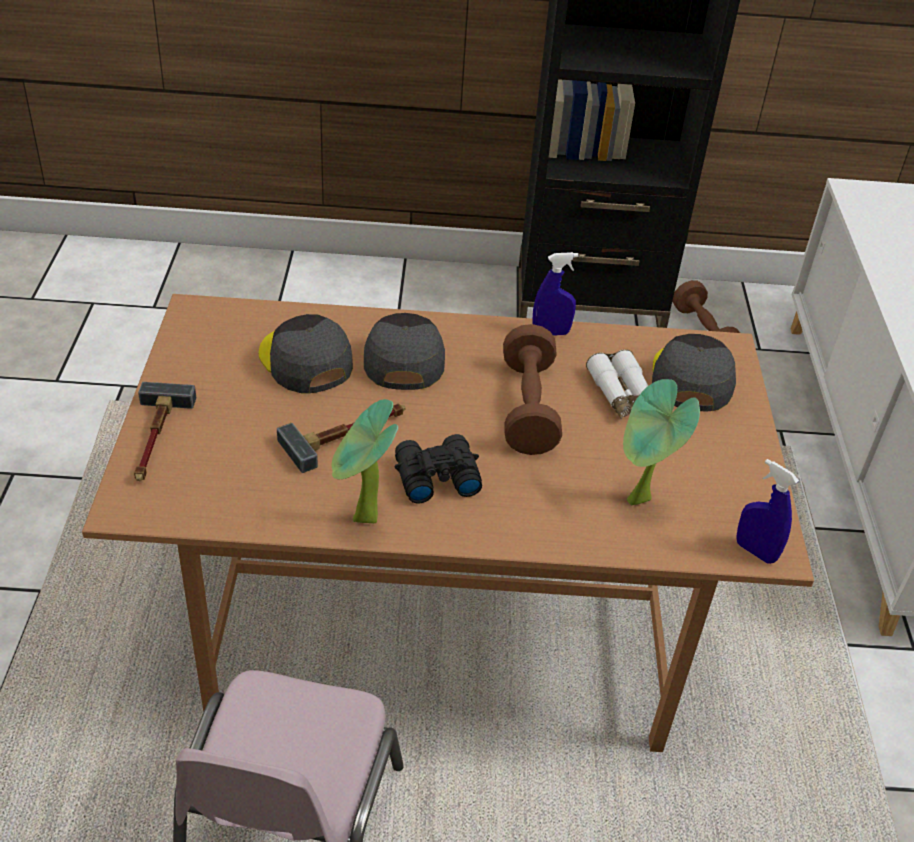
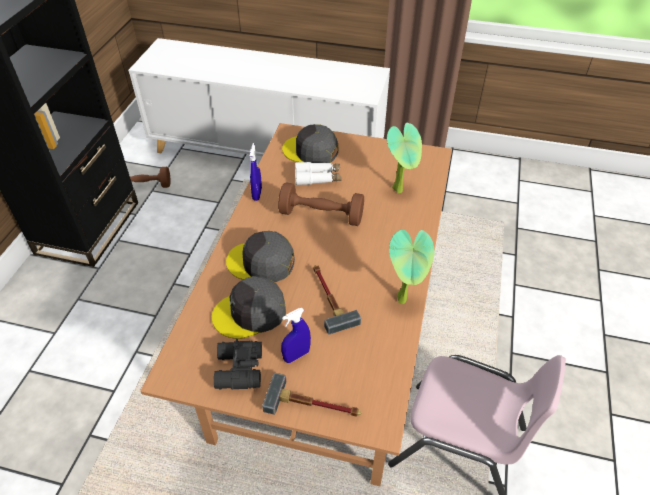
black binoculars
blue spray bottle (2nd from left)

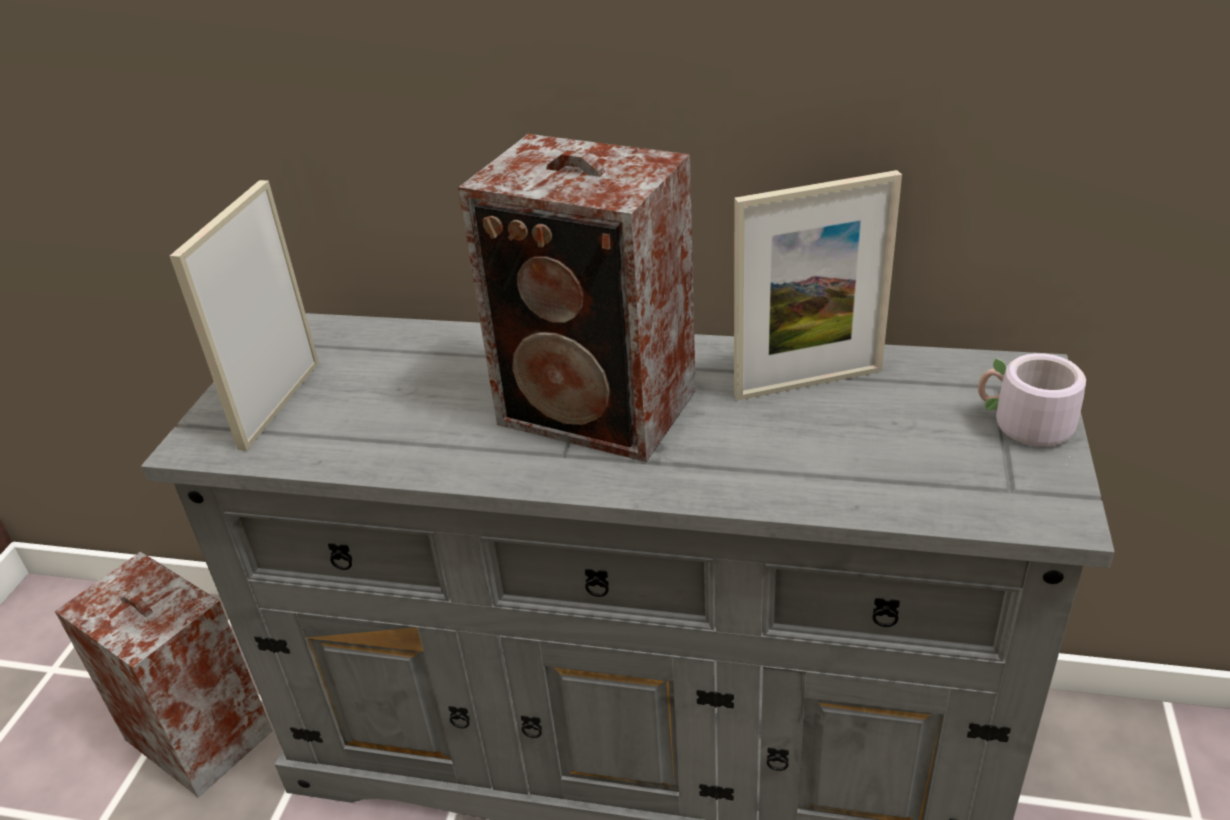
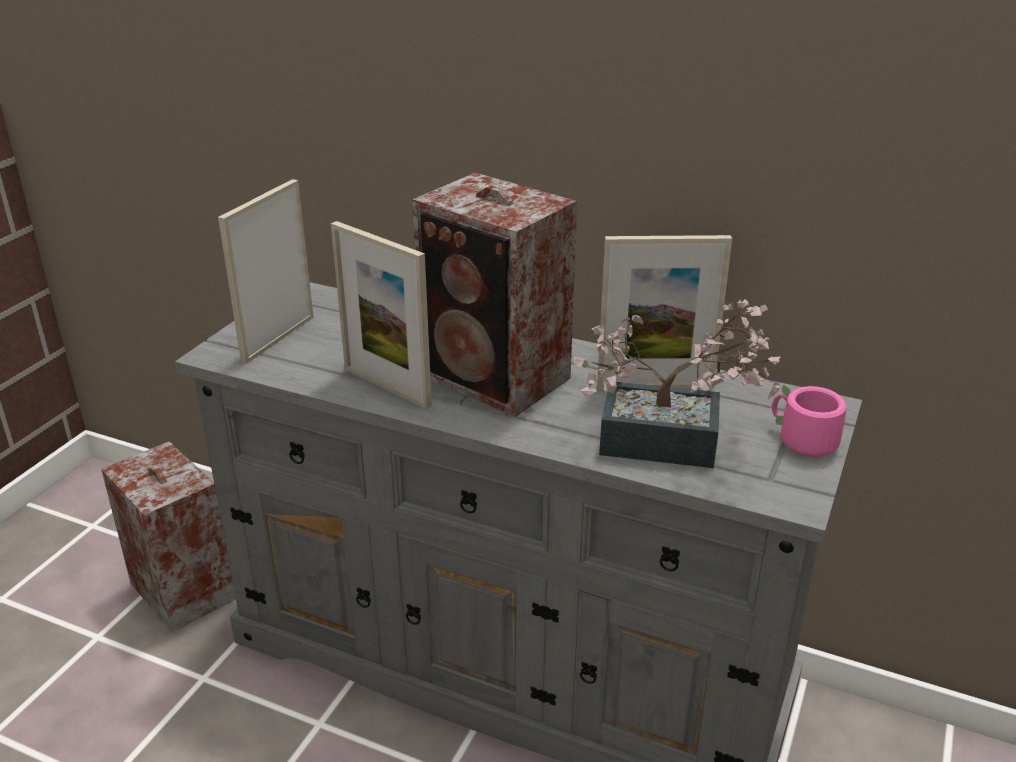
picture frame (2nd from left)
potted plant
pink mug

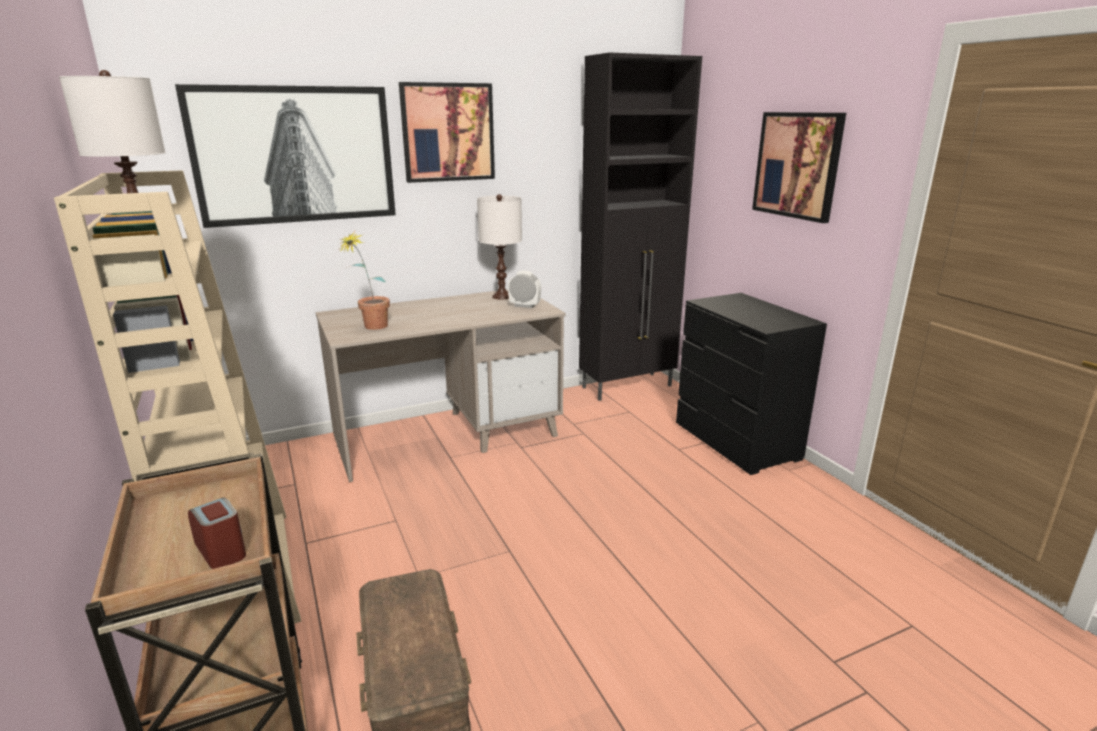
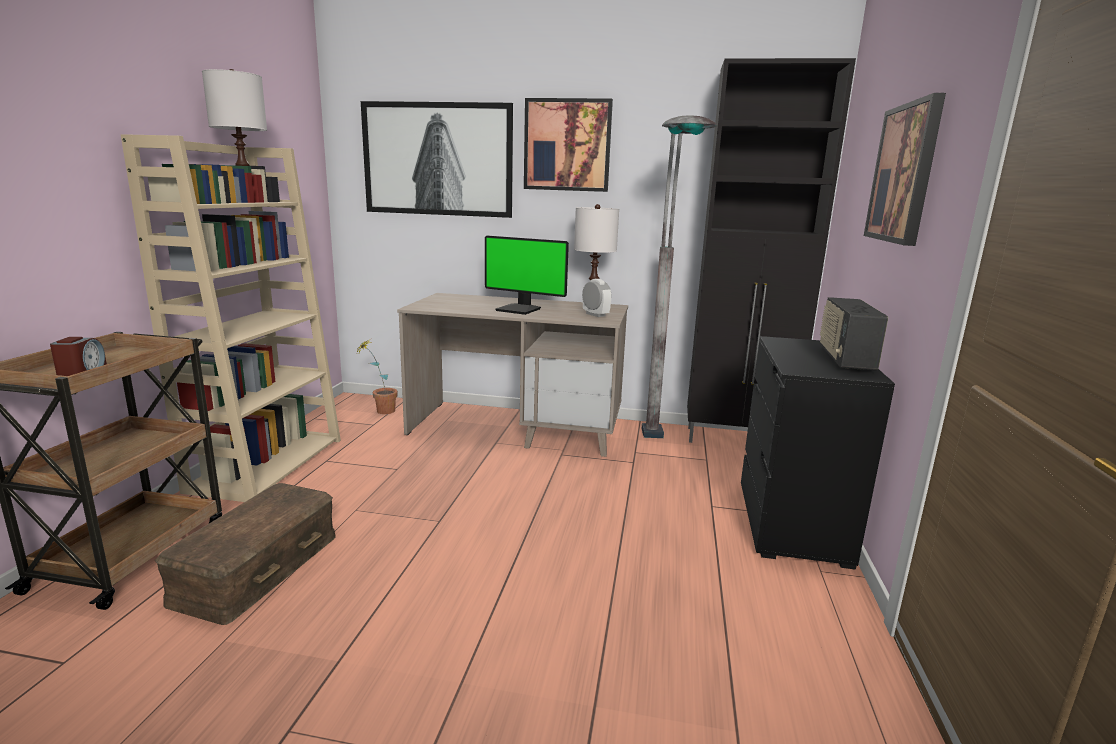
potted plant
monitor
grey floor lamp
radio

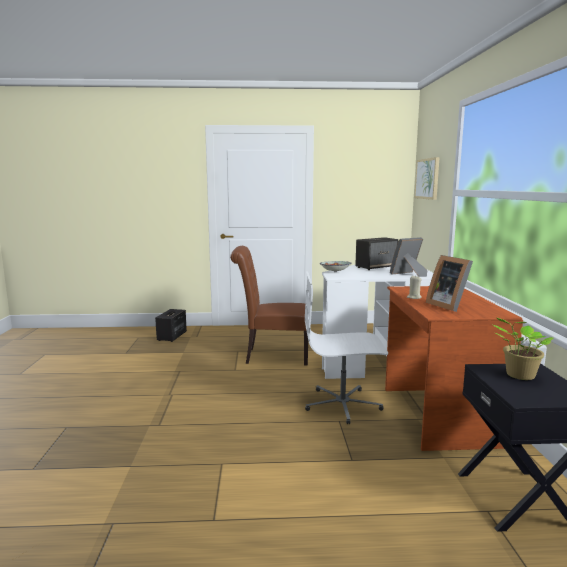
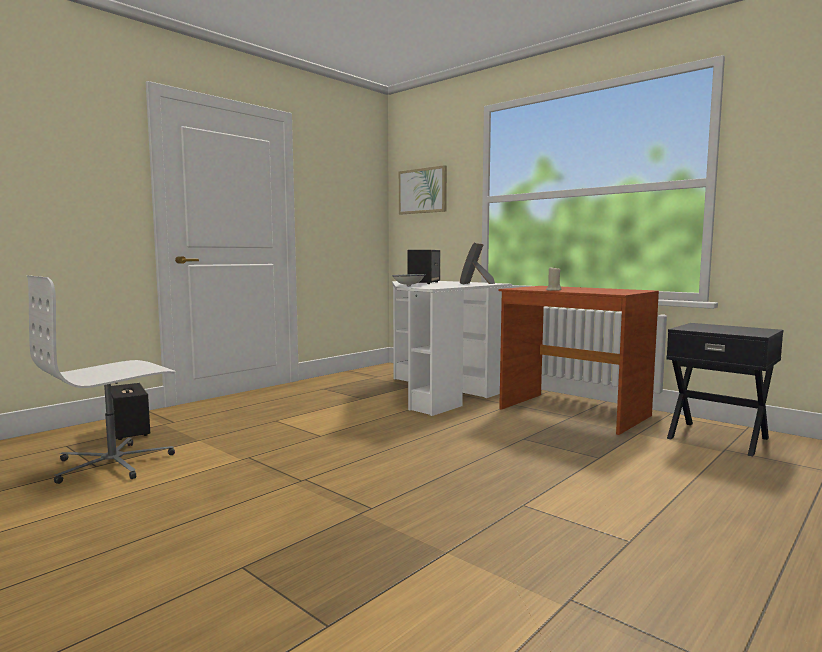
white office chair
brown chair
picture frame (2nd from left in the first image)
potted plant

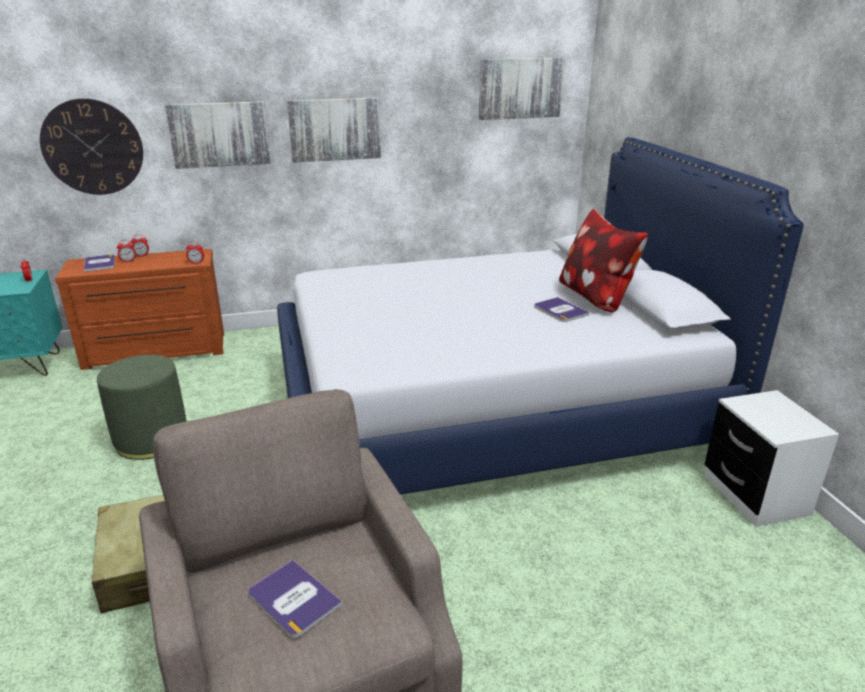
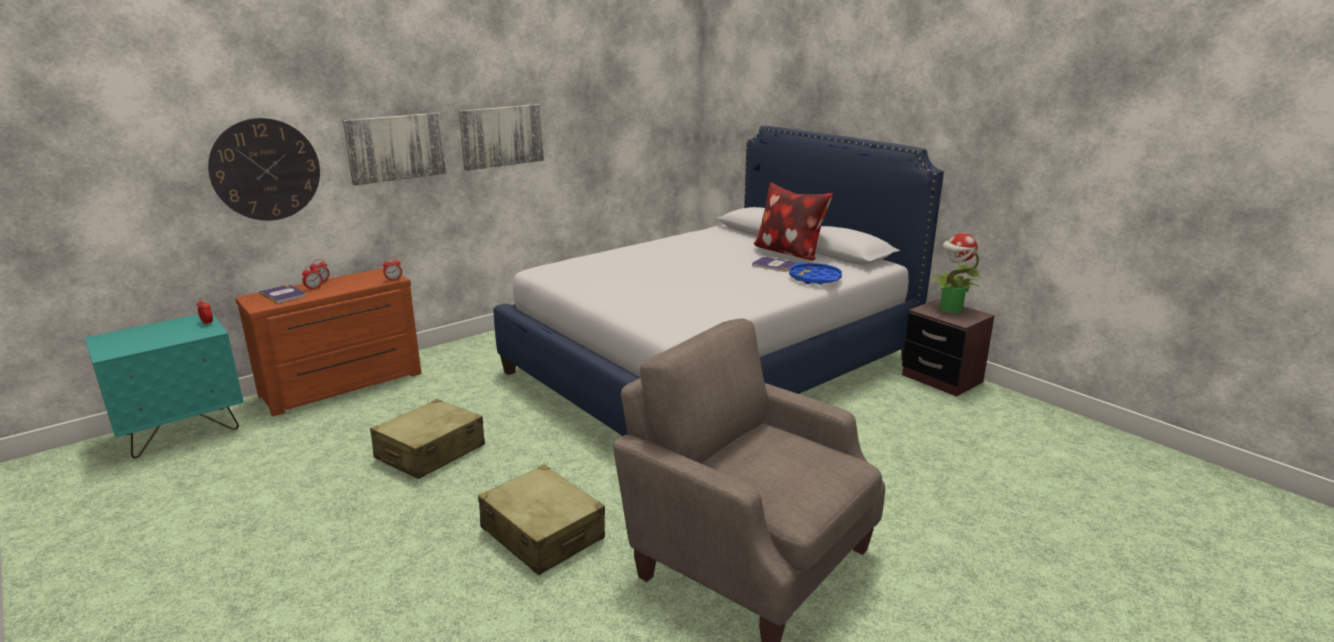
beige suitcase (1st from left)
blue tray
brown nightstand
potted plant
book (2nd from left in the first image)
picture (3rd from left in the first image)

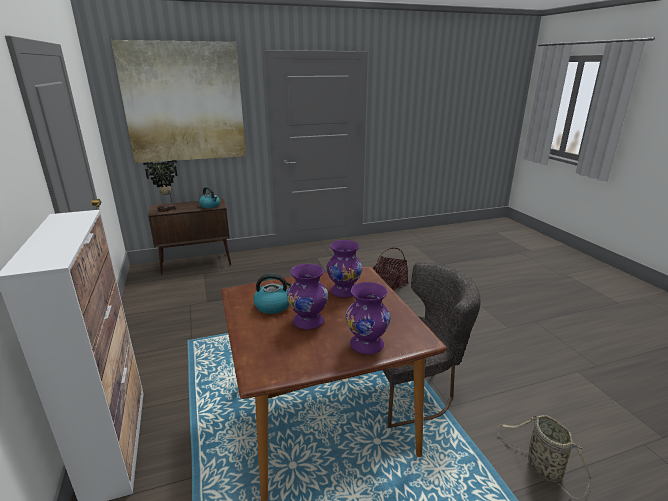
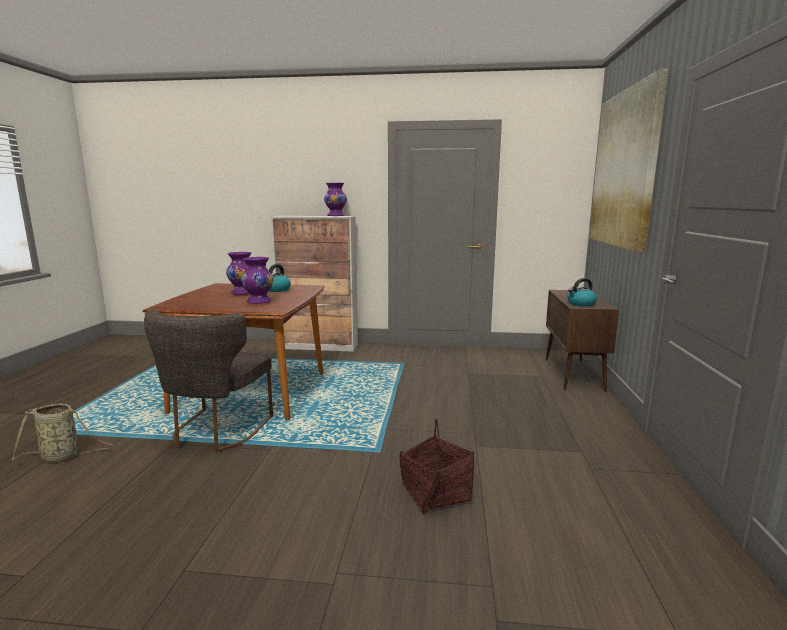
purple vase (3rd from left)
potted plant

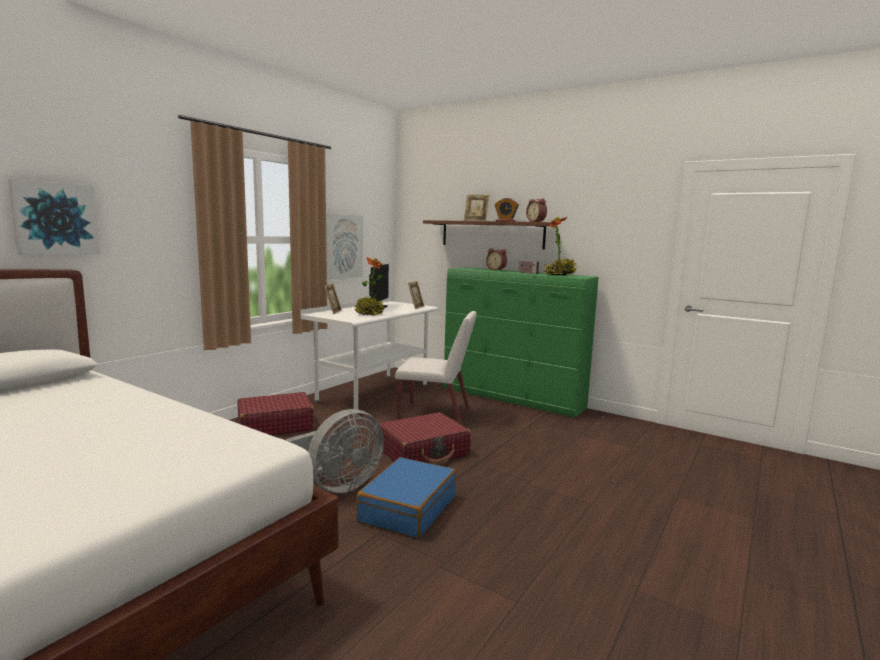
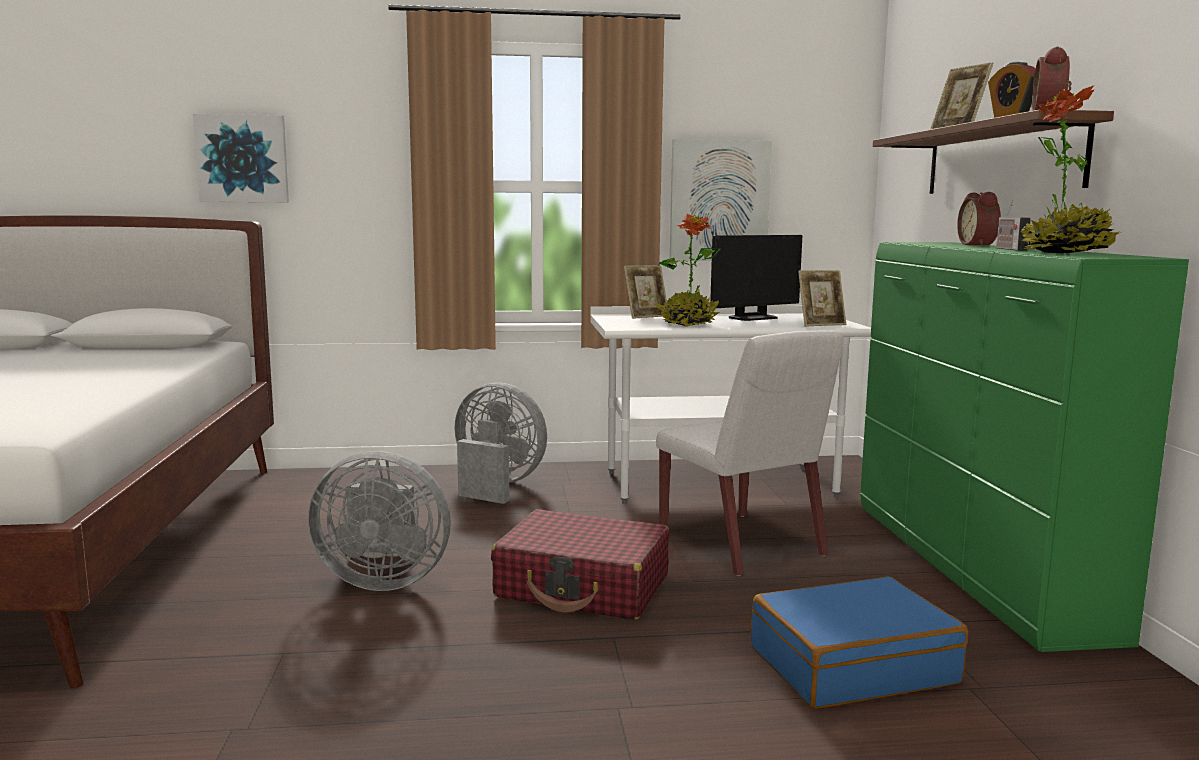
grey fan (2nd from left)
blue suitcase

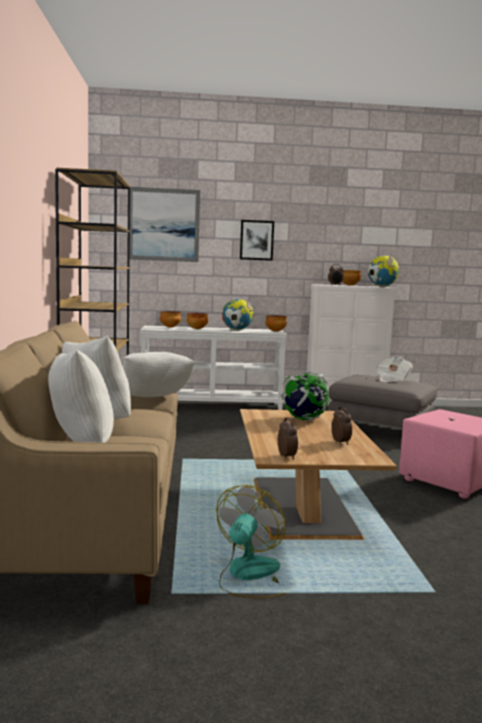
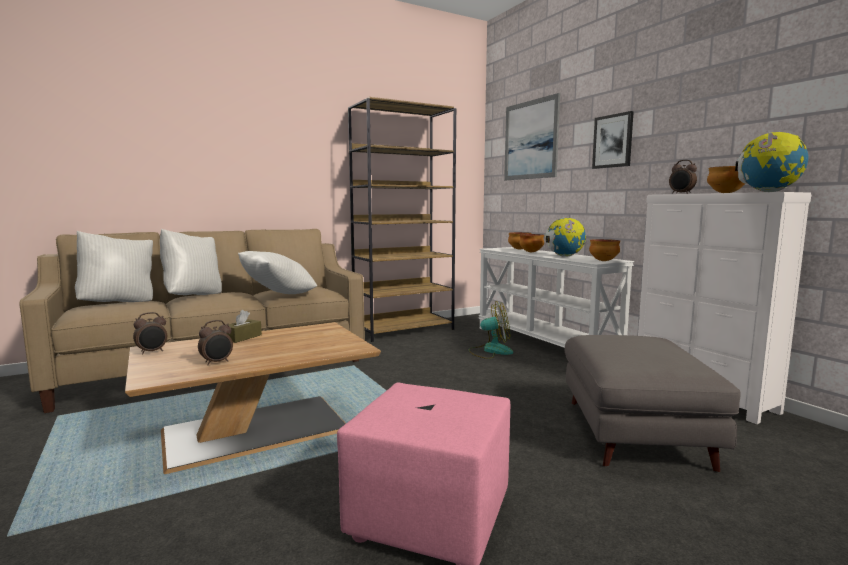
brown tissue box
fan
globe (2nd from left in the first image)
newspaper

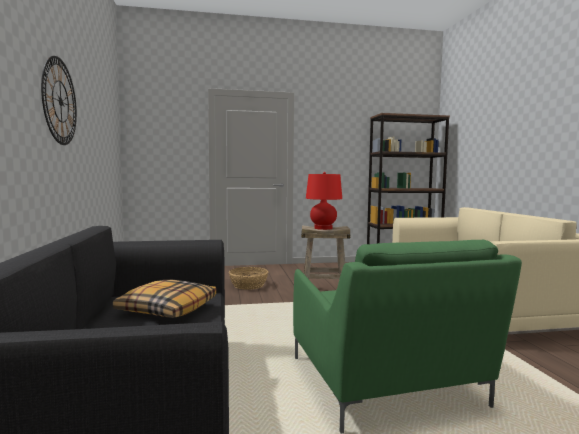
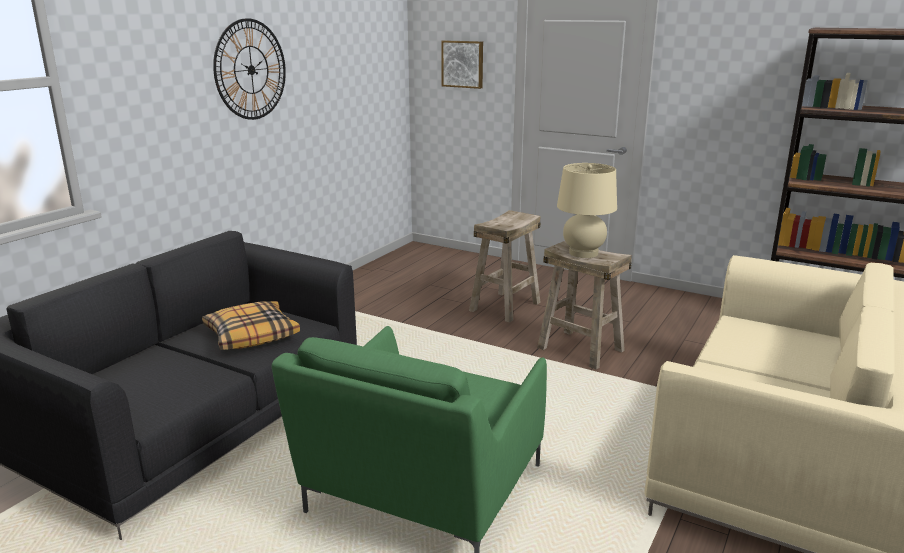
picture
beige stool (1st from left)
beige table lamp

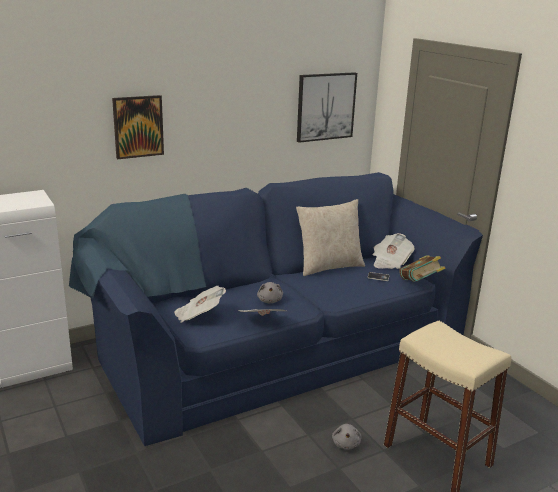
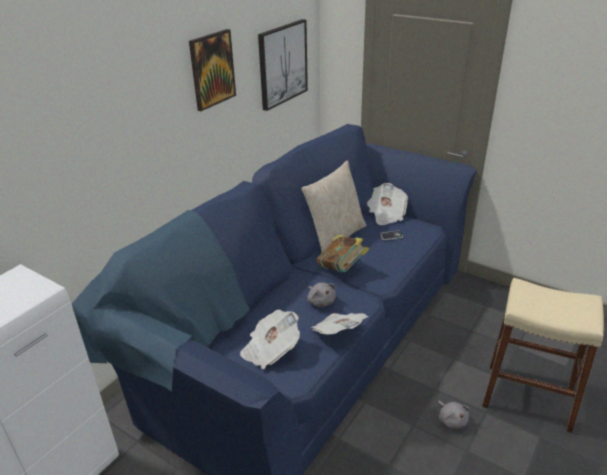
picture (1st from left)
book

